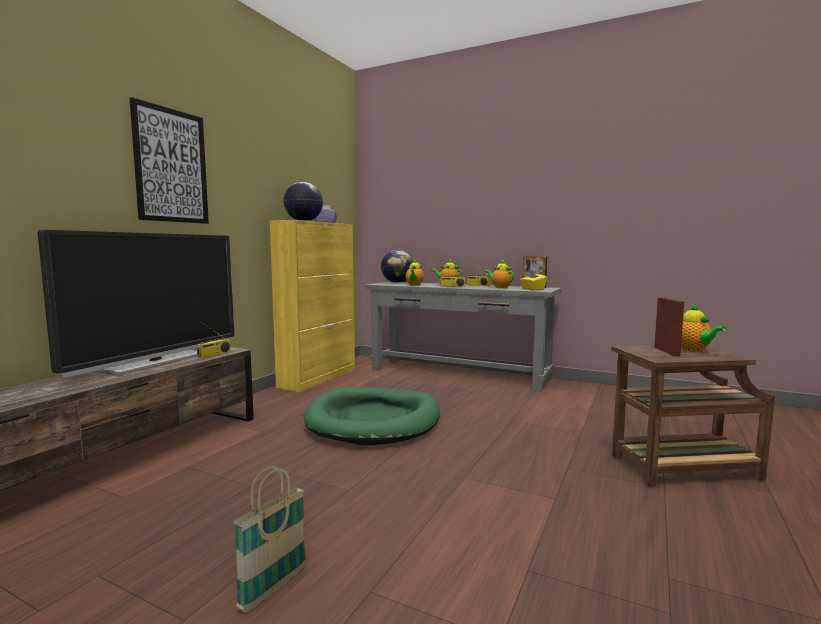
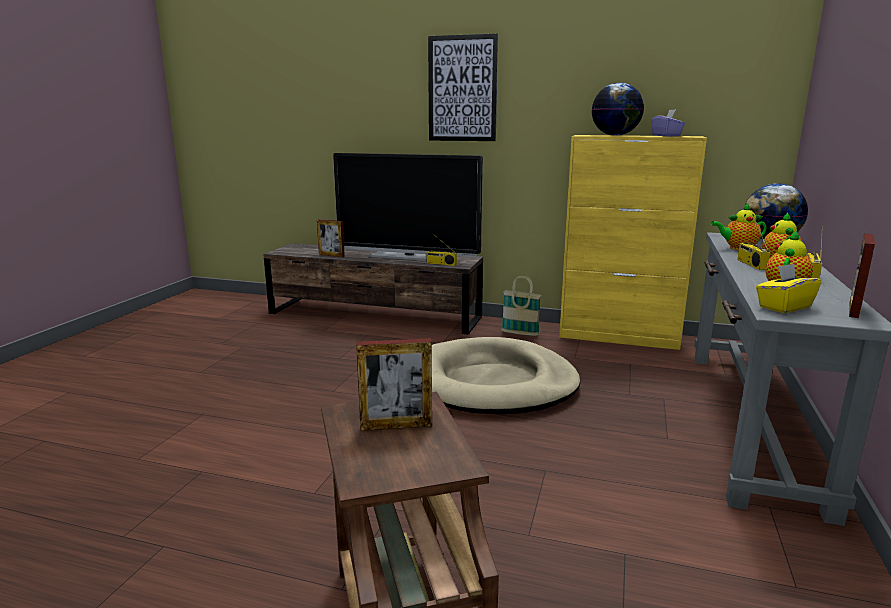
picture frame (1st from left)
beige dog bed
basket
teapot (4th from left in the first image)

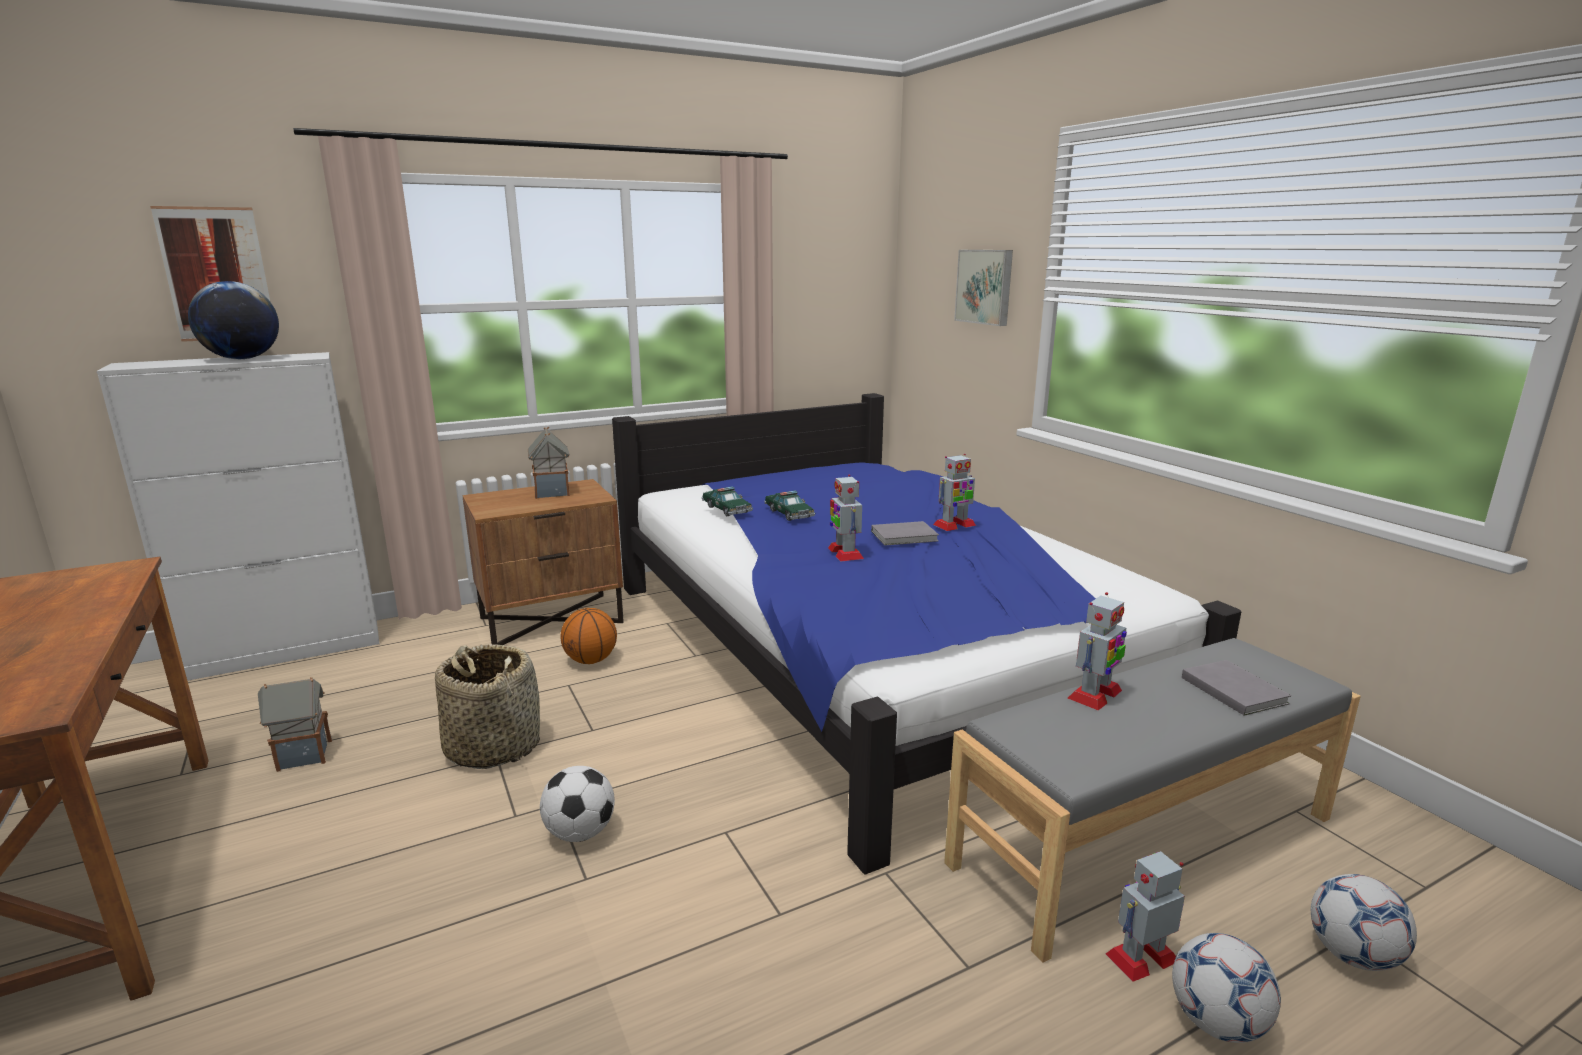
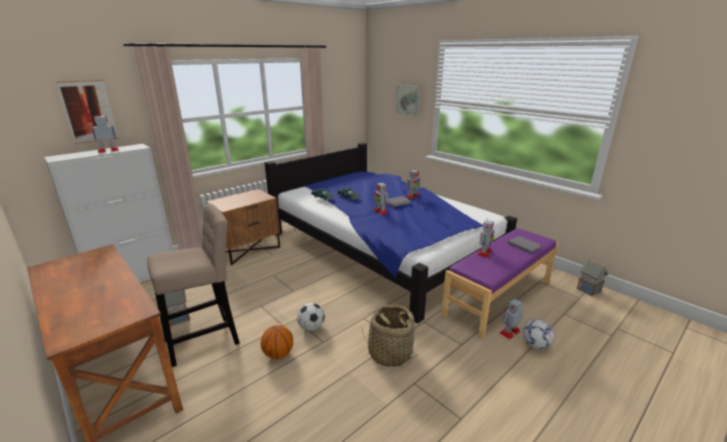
toy robot (1st from left)
beige stool
basketball
basket
purple bench
toy house (2nd from left)
football (3rd from left in the first image)

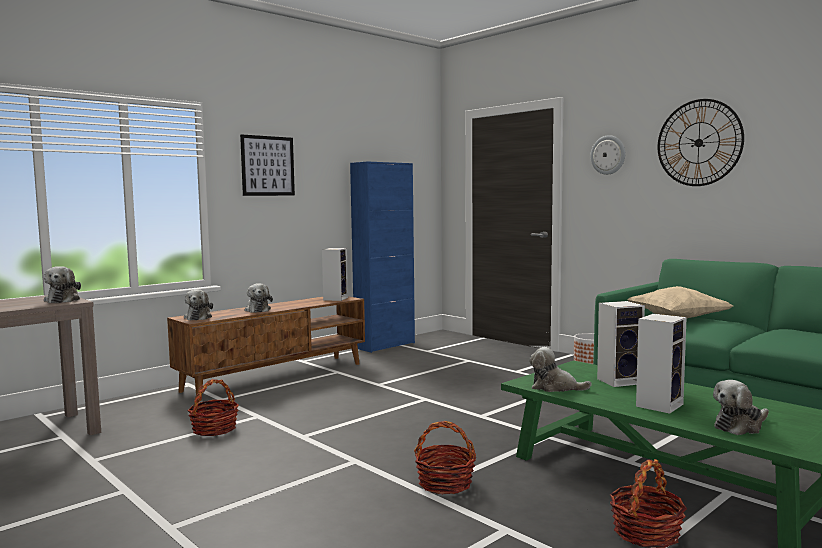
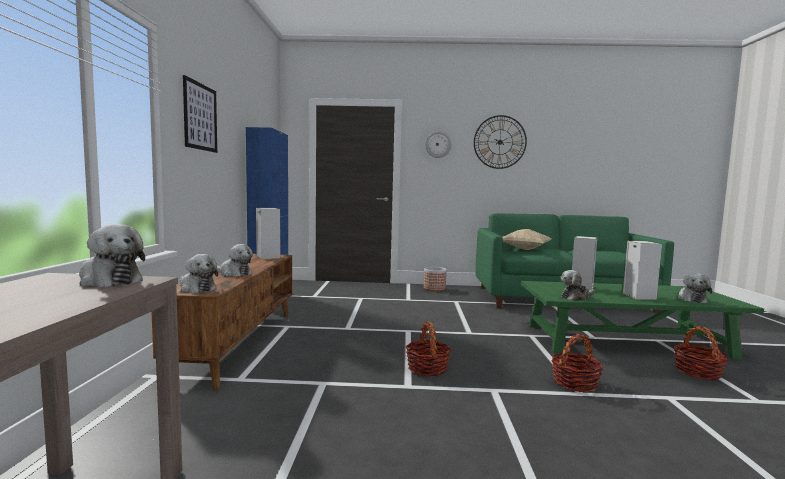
basket (1st from left)

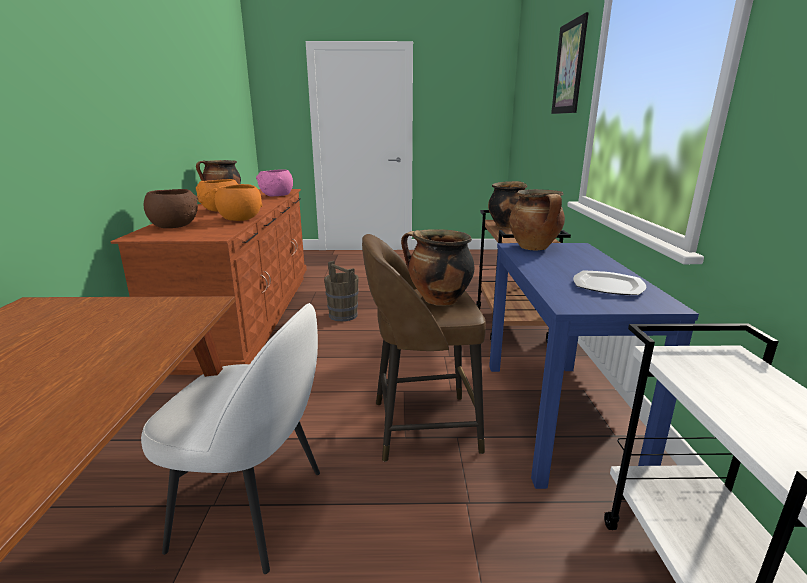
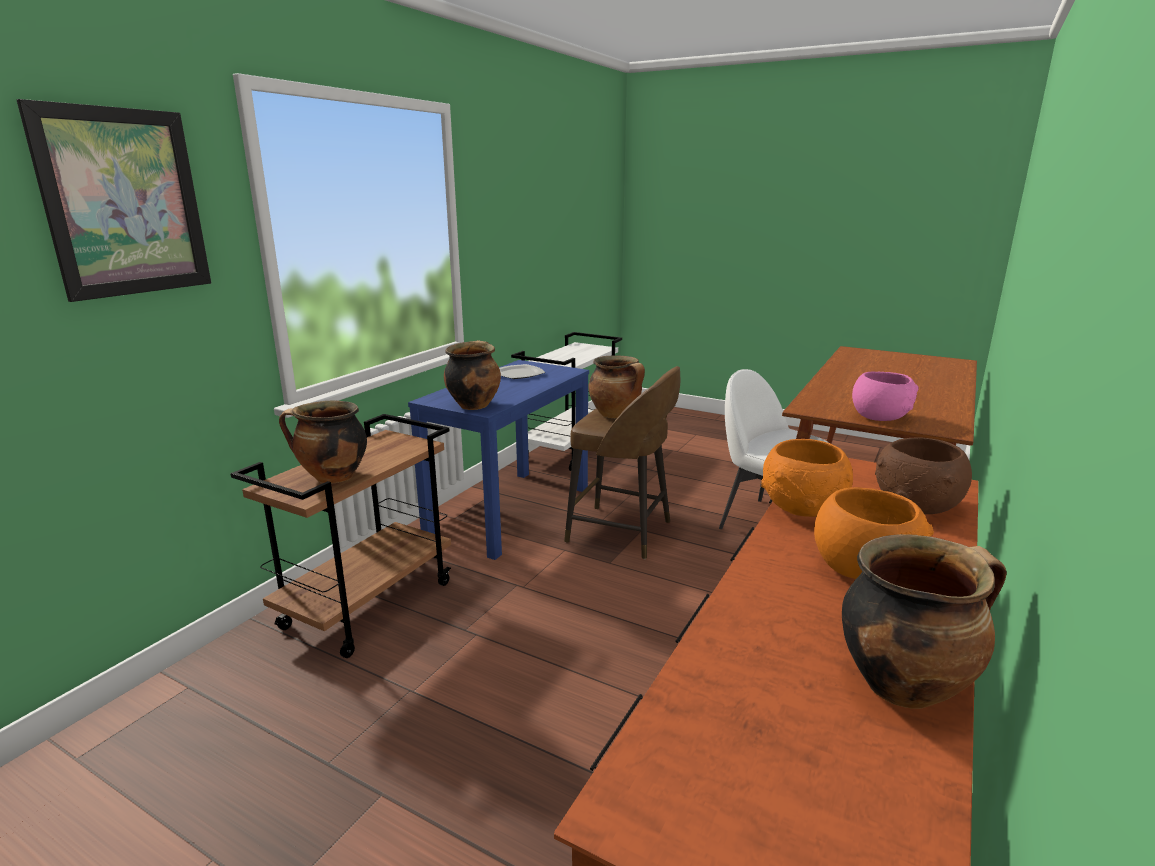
pink bowl
brown bucket

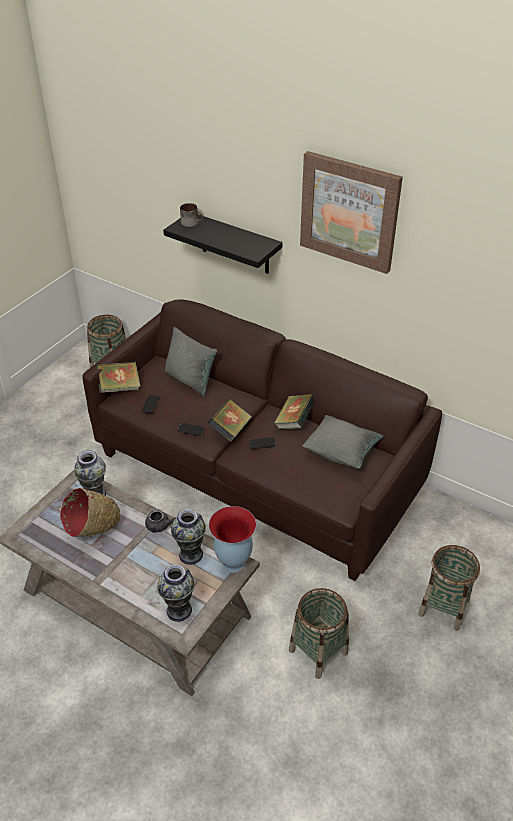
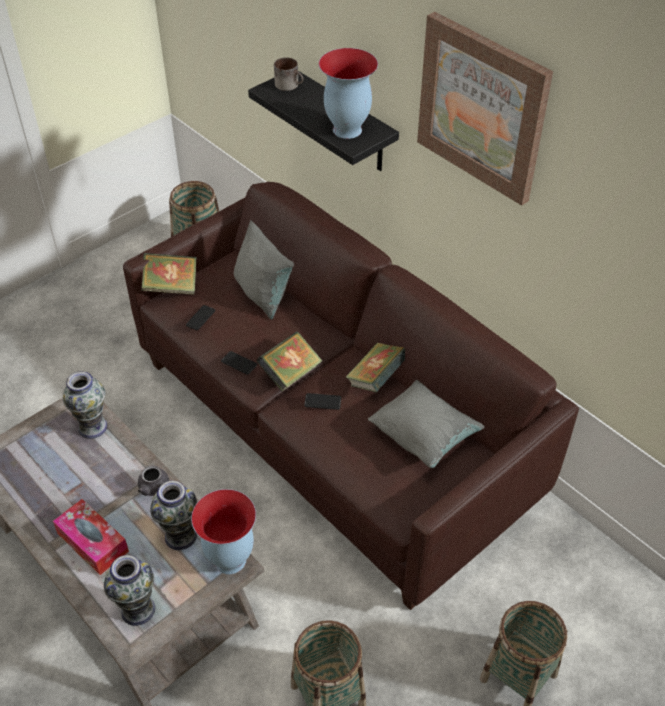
tissue box
vase (5th from left)
red bowl

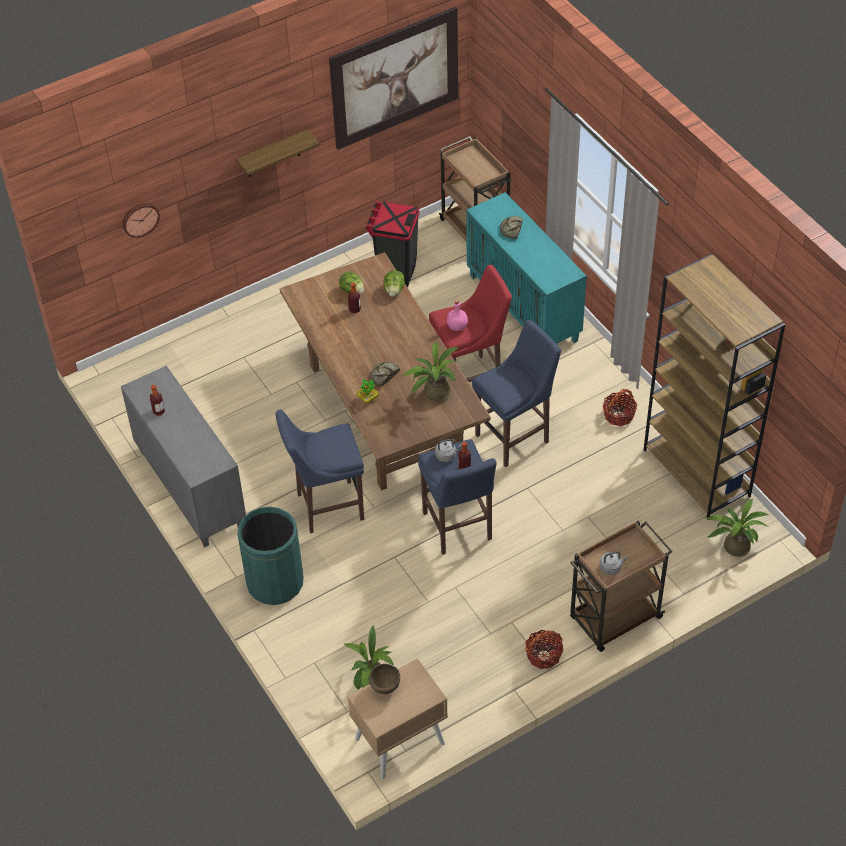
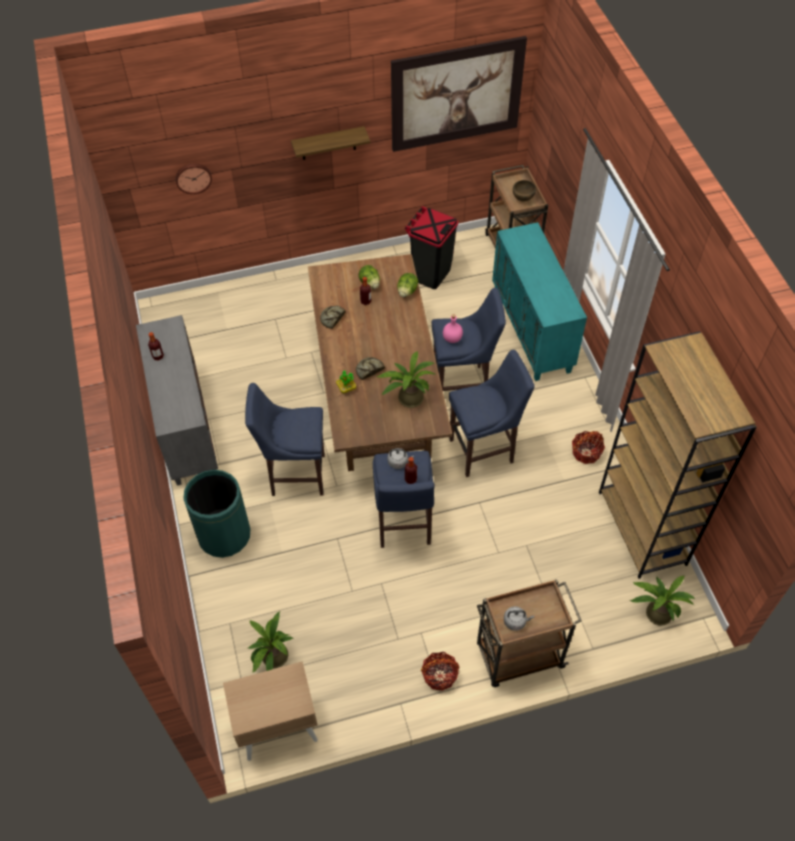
bread (1st from left)
blue stool (3rd from left)
brown bowl

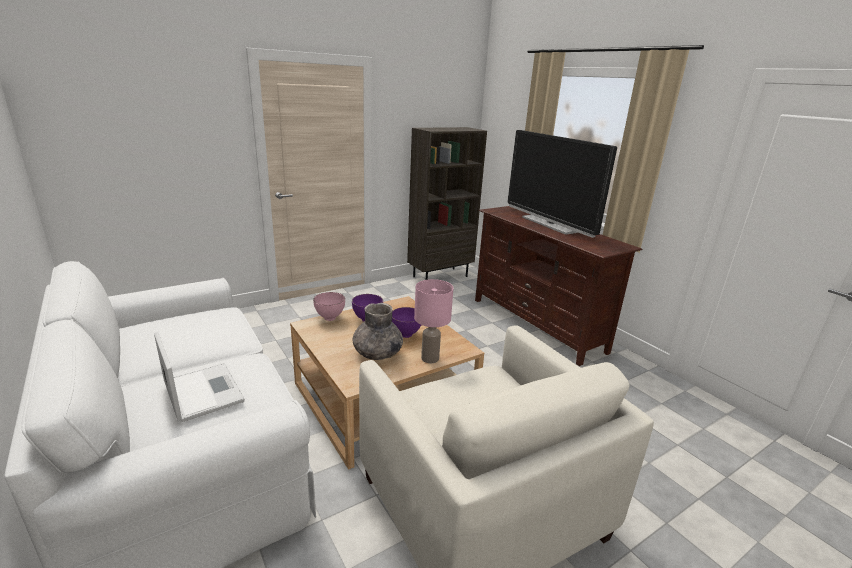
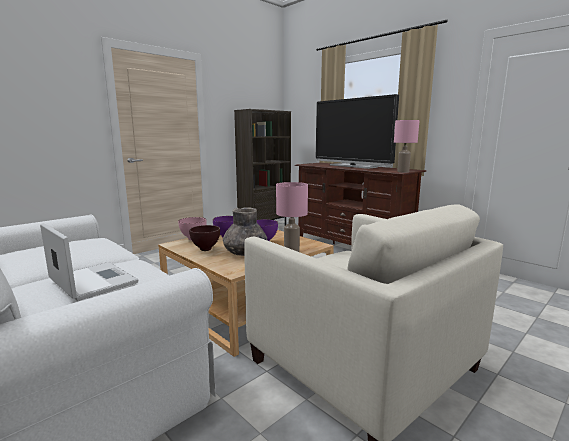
brown bowl
pink table lamp (2nd from left)

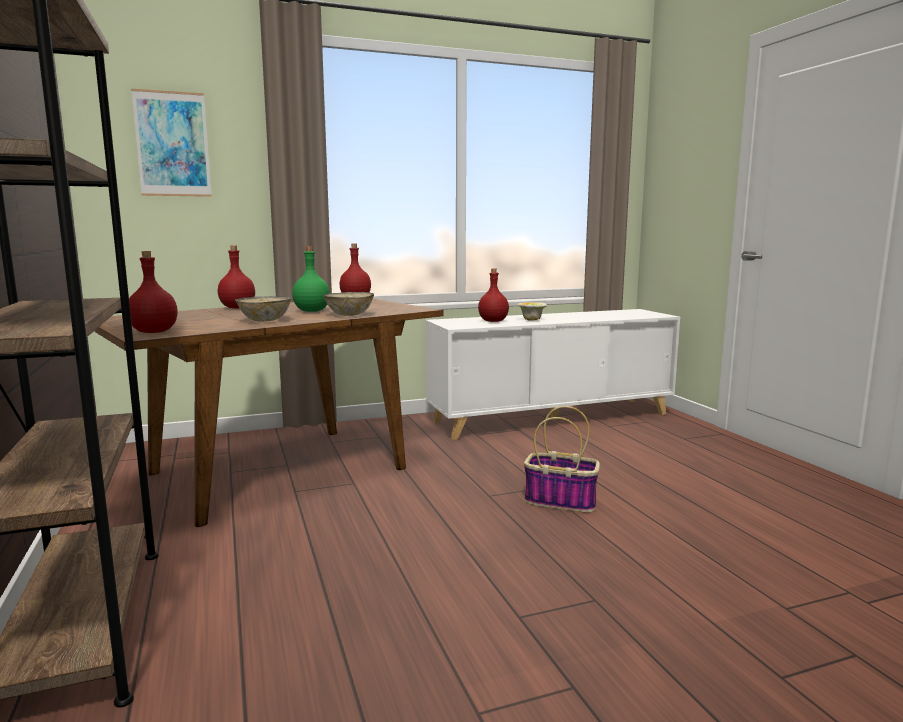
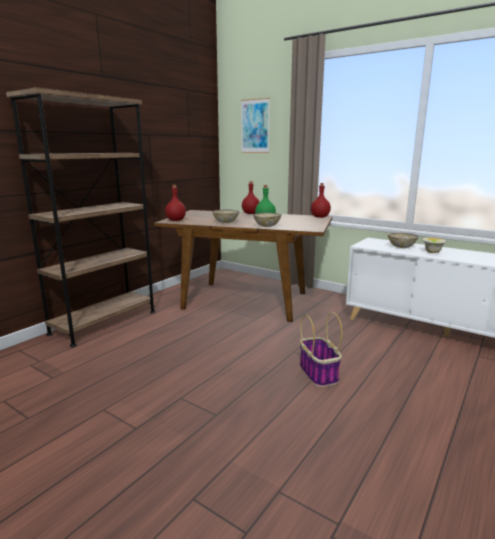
bowl (3rd from left)

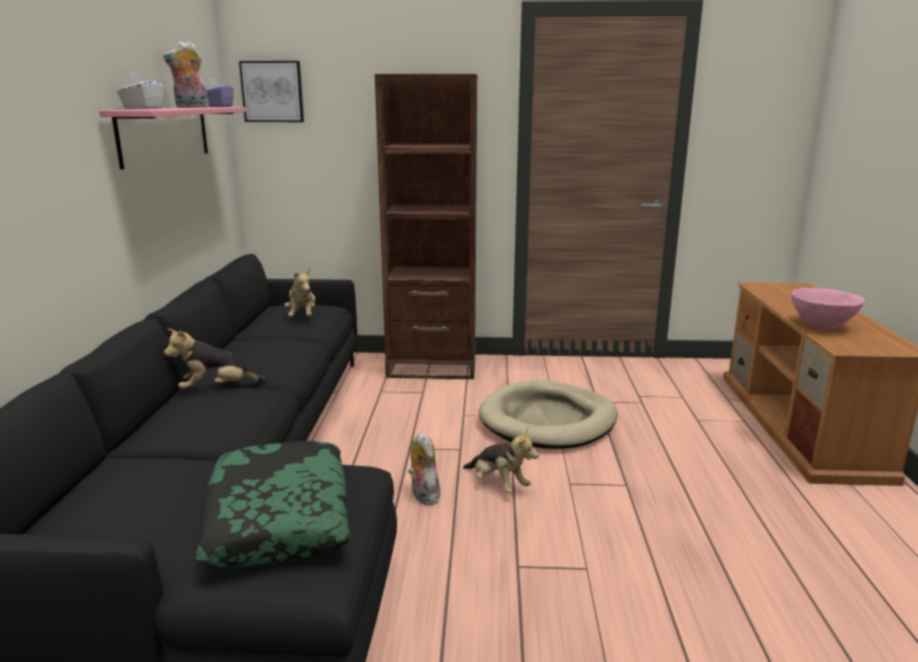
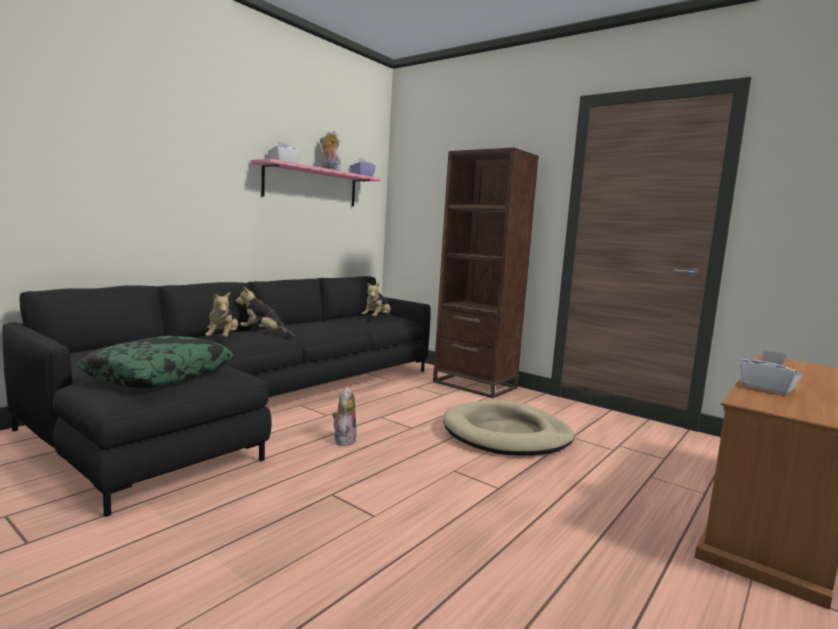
plush toy (1st from left)
white tissue box (2nd from left)
picture

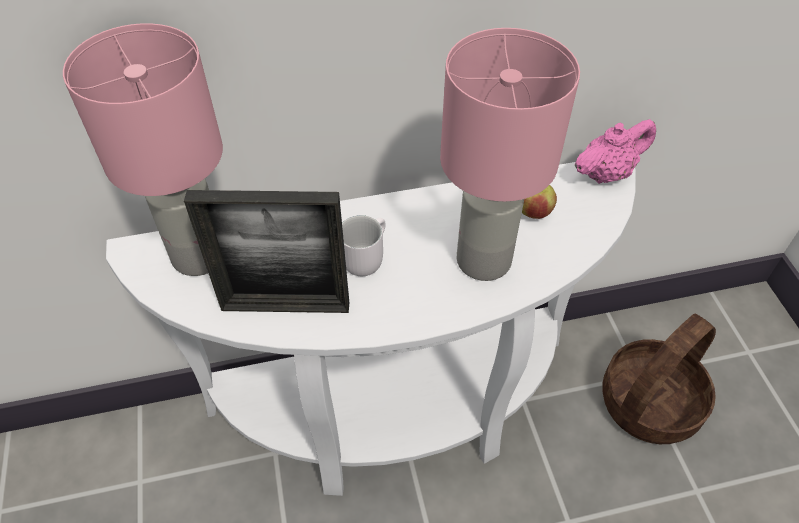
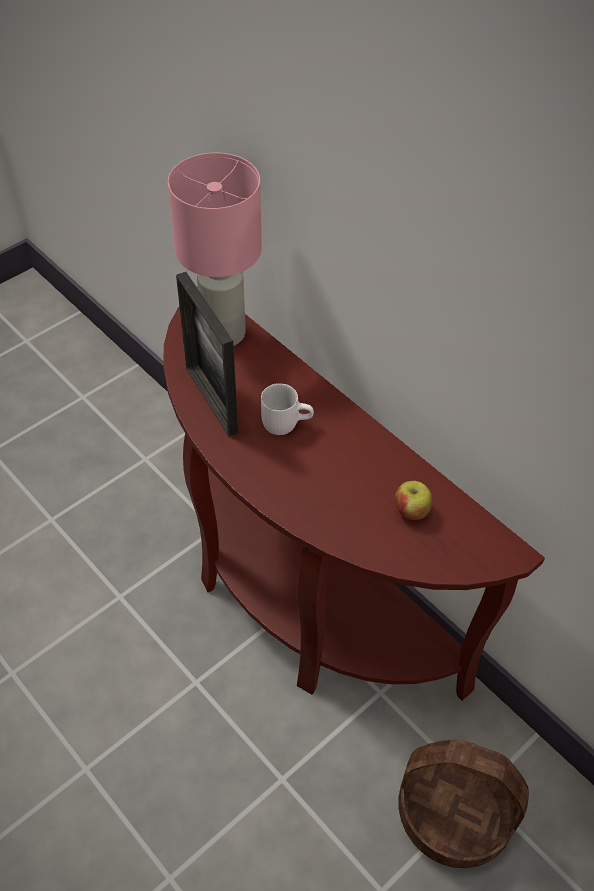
brown console table
pink table lamp (2nd from left in the first image)
pink teapot

